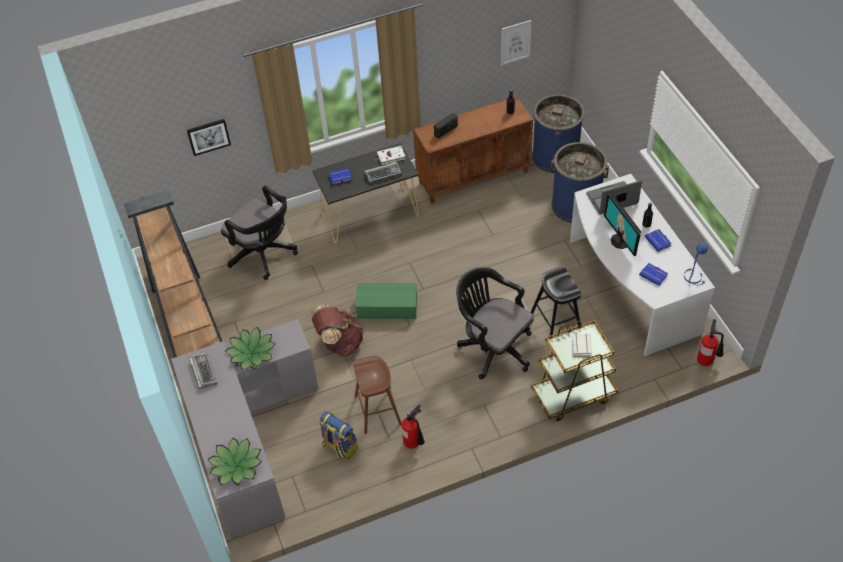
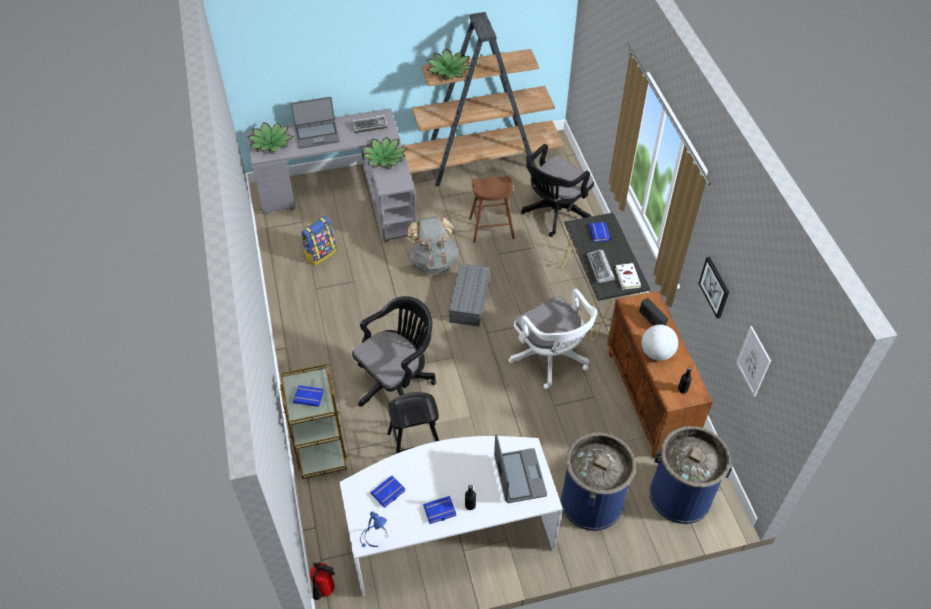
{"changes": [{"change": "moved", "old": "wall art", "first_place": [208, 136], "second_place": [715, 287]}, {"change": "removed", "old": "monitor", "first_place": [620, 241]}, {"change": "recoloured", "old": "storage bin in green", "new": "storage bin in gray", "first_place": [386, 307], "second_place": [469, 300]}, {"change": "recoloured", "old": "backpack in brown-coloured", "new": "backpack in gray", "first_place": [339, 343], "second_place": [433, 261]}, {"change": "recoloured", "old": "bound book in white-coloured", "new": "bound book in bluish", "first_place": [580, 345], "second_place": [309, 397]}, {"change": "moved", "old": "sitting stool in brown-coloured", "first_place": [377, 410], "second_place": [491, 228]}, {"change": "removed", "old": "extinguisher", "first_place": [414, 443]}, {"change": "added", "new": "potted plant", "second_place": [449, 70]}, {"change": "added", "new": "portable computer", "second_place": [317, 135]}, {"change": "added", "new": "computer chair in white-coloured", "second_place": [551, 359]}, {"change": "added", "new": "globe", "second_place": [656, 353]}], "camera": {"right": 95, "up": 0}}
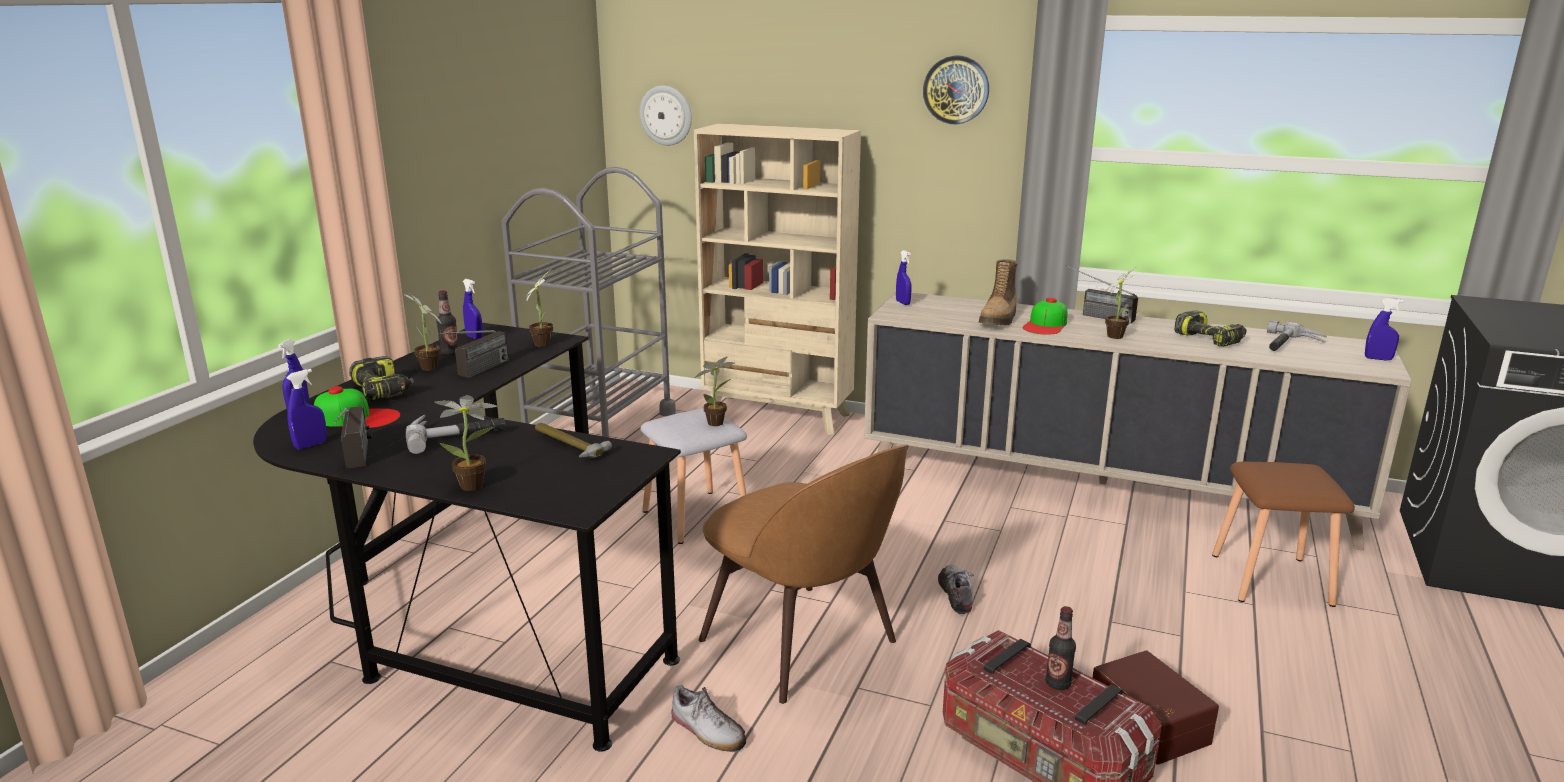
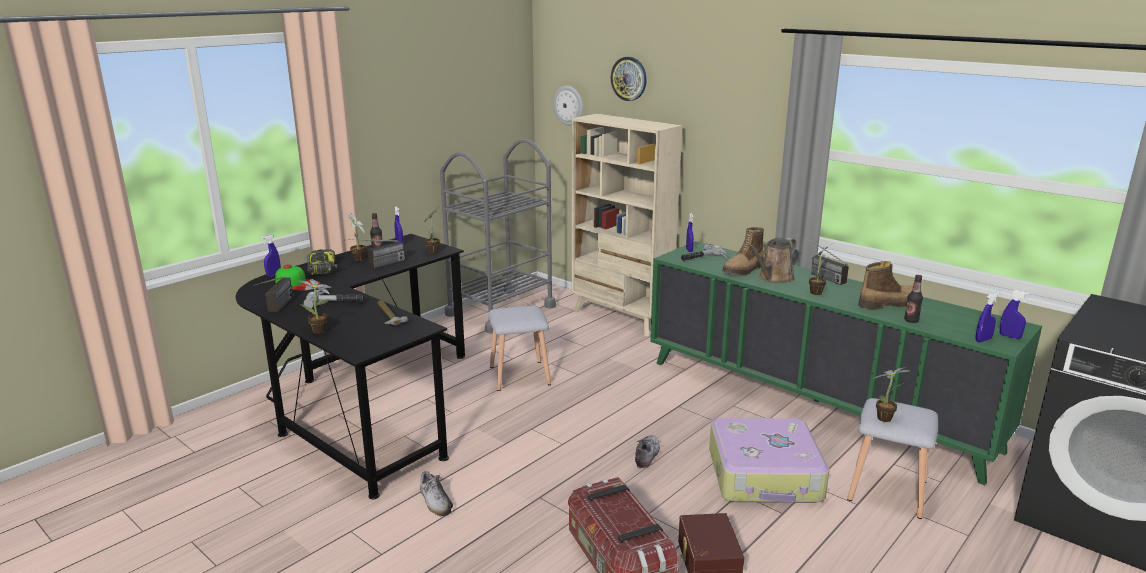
{"changes": [{"change": "moved", "old": "wall clock", "first_place": [956, 90], "second_place": [629, 78]}, {"change": "recoloured", "old": "cabinet in beige", "new": "cabinet in green", "first_place": [1101, 486], "second_place": [813, 403]}, {"change": "replaced", "old": "baseball cap", "new": "sprinkling can in brown-coloured", "first_place": [1045, 325], "second_place": [774, 278]}, {"change": "replaced", "old": "power drill", "new": "boot", "first_place": [1210, 339], "second_place": [888, 304]}, {"change": "moved", "old": "tool hammer", "first_place": [1289, 345], "second_place": [703, 259]}, {"change": "moved", "old": "potted plant", "first_place": [718, 422], "second_place": [887, 418]}, {"change": "moved", "old": "hand sprayer in bluish", "first_place": [311, 445], "second_place": [983, 340]}, {"change": "removed", "old": "plain chair in brown-coloured", "first_place": [803, 644]}, {"change": "recoloured", "old": "sitting stool in brown-coloured", "new": "sitting stool in gray", "first_place": [1273, 580], "second_place": [888, 491]}, {"change": "moved", "old": "drink bottle", "first_place": [1058, 684], "second_place": [911, 320]}, {"change": "added", "new": "piece of luggage", "second_place": [765, 475]}], "camera": {"right": 20, "up": 0}}
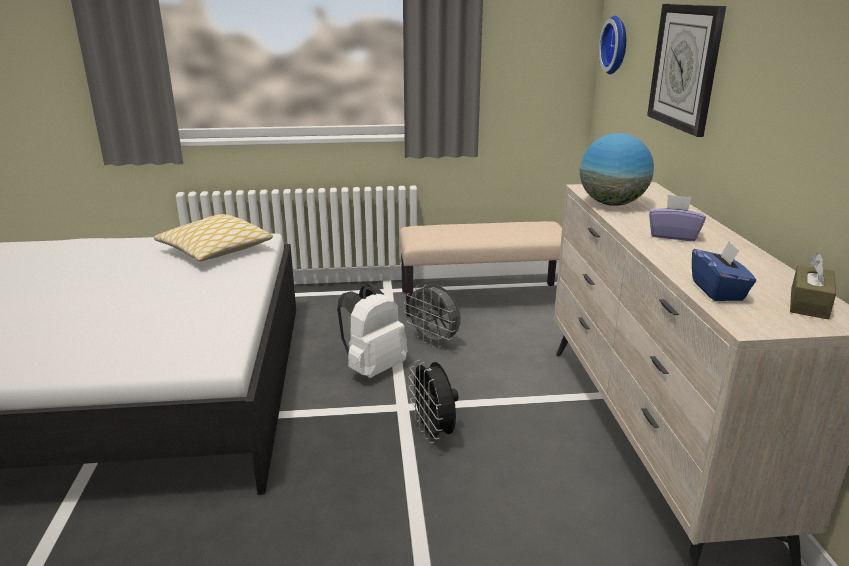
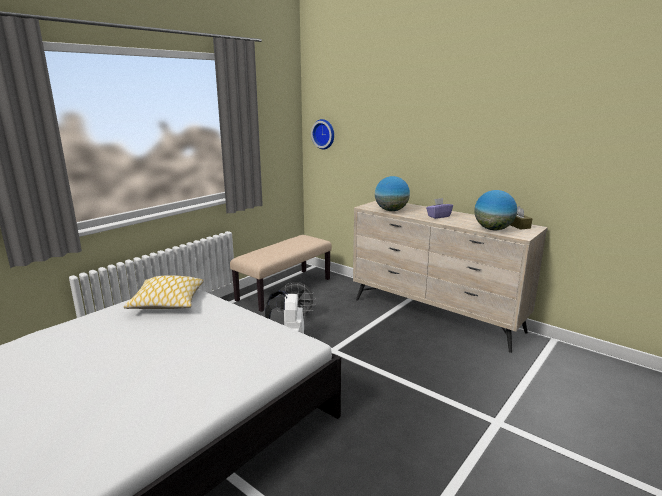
{"changes": [{"change": "removed", "old": "wall clock", "first_place": [685, 67]}, {"change": "replaced", "old": "tissue holder in bluish", "new": "globe", "first_place": [718, 291], "second_place": [493, 229]}, {"change": "removed", "old": "electric fan in blackish", "first_place": [434, 433]}], "camera": {"right": -45, "up": -5}}
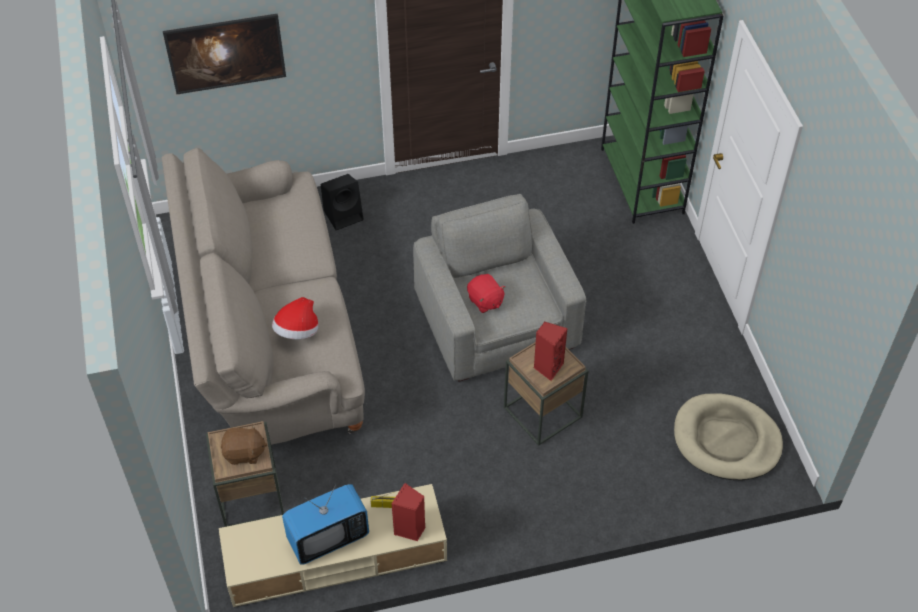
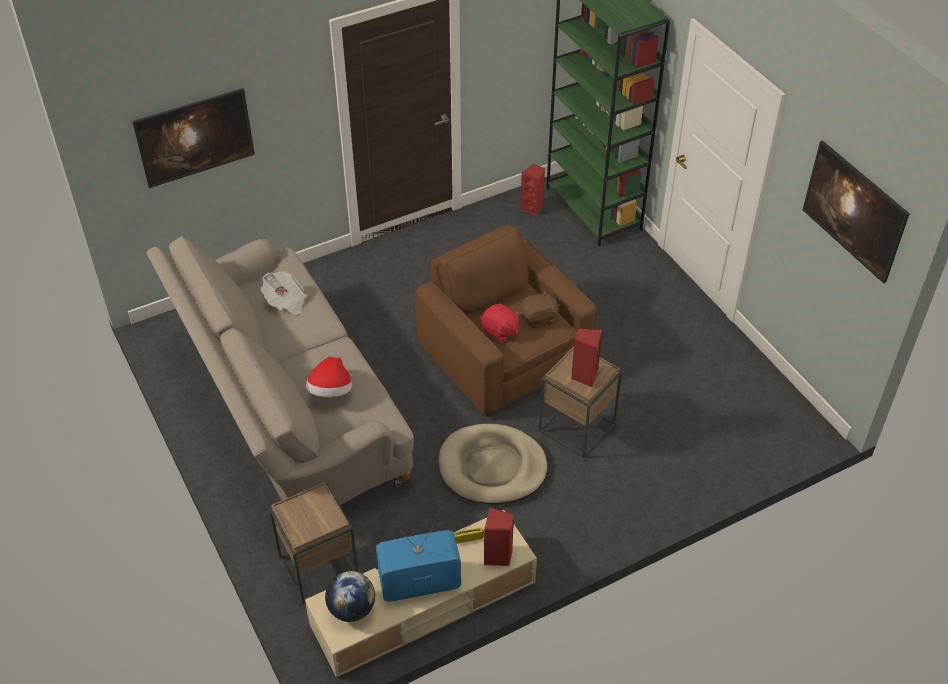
{"changes": [{"change": "removed", "old": "speaker in blackish", "first_place": [344, 214]}, {"change": "recoloured", "old": "lounge chair in gray", "new": "lounge chair in brown-coloured", "first_place": [496, 321], "second_place": [504, 355]}, {"change": "moved", "old": "dog cushion in beige", "first_place": [726, 440], "second_place": [492, 467]}, {"change": "moved", "old": "soft toy in brown-coloured", "first_place": [244, 453], "second_place": [539, 319]}, {"change": "turned", "old": "TV set", "first_place": [328, 538], "second_place": [419, 583], "degrees": -150}, {"change": "added", "new": "wall art", "second_place": [849, 228]}, {"change": "added", "new": "speaker in red", "second_place": [533, 208]}, {"change": "added", "new": "printed paper", "second_place": [285, 301]}, {"change": "added", "new": "globe", "second_place": [352, 609]}], "camera": {"right": -15, "up": -5}}
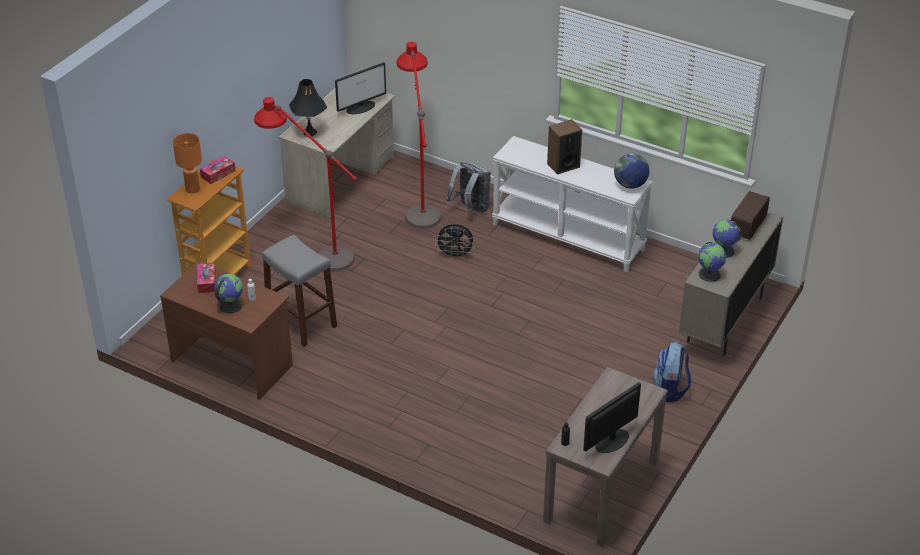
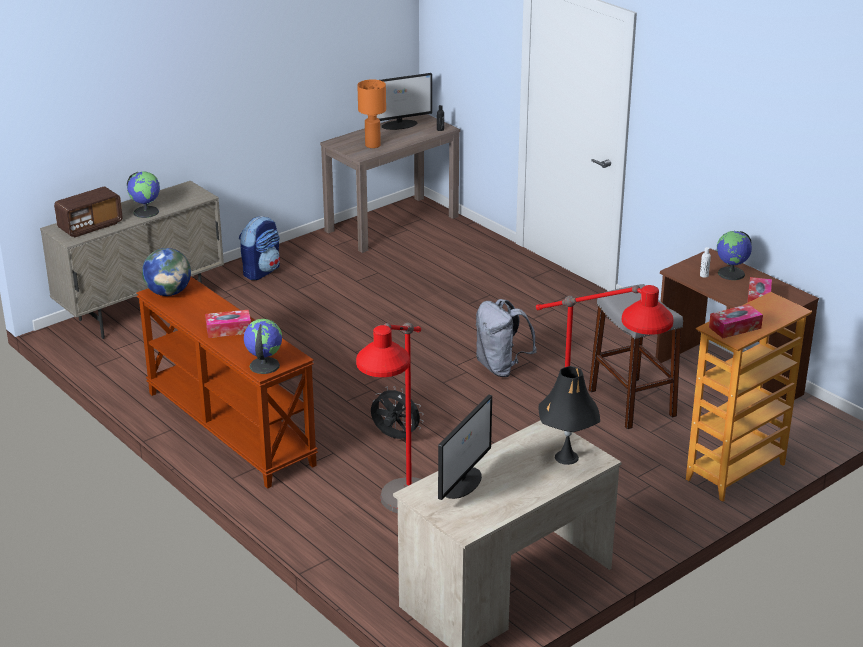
{"changes": [{"change": "turned", "old": "monitor", "first_place": [361, 107], "second_place": [462, 482], "degrees": 135}, {"change": "replaced", "old": "speaker", "new": "tissue holder", "first_place": [563, 165], "second_place": [228, 330]}, {"change": "moved", "old": "table lamp in orangey", "first_place": [193, 189], "second_place": [372, 145]}, {"change": "recoloured", "old": "console table in white-coloured", "new": "console table in brown-coloured", "first_place": [569, 236], "second_place": [228, 428]}, {"change": "moved", "old": "backpack in gray", "first_place": [470, 209], "second_place": [501, 368]}, {"change": "moved", "old": "globe", "first_place": [710, 274], "second_place": [264, 366]}], "camera": {"right": -160, "up": -10}}
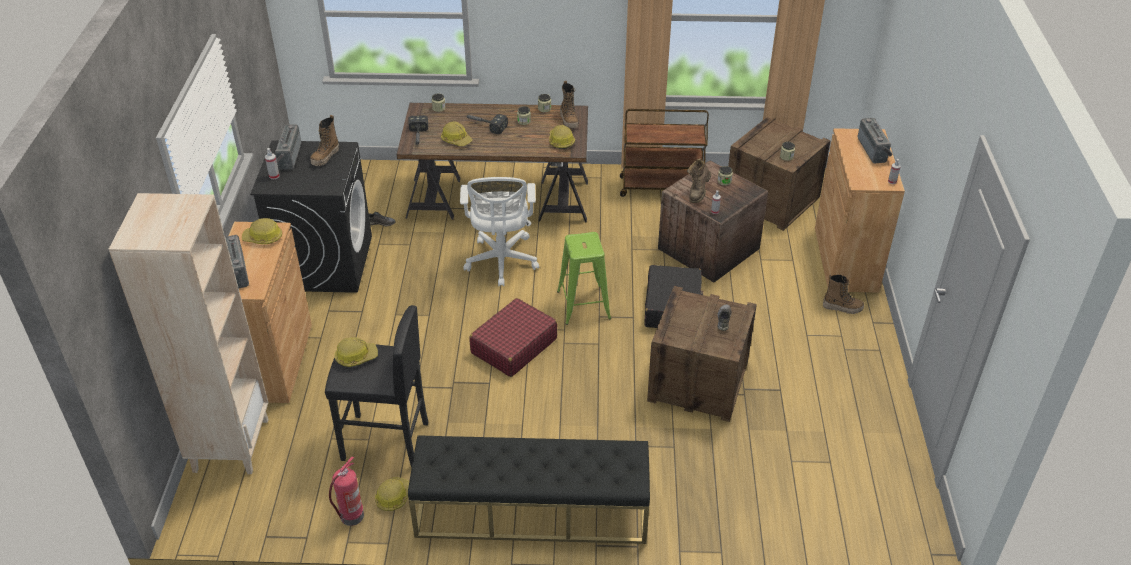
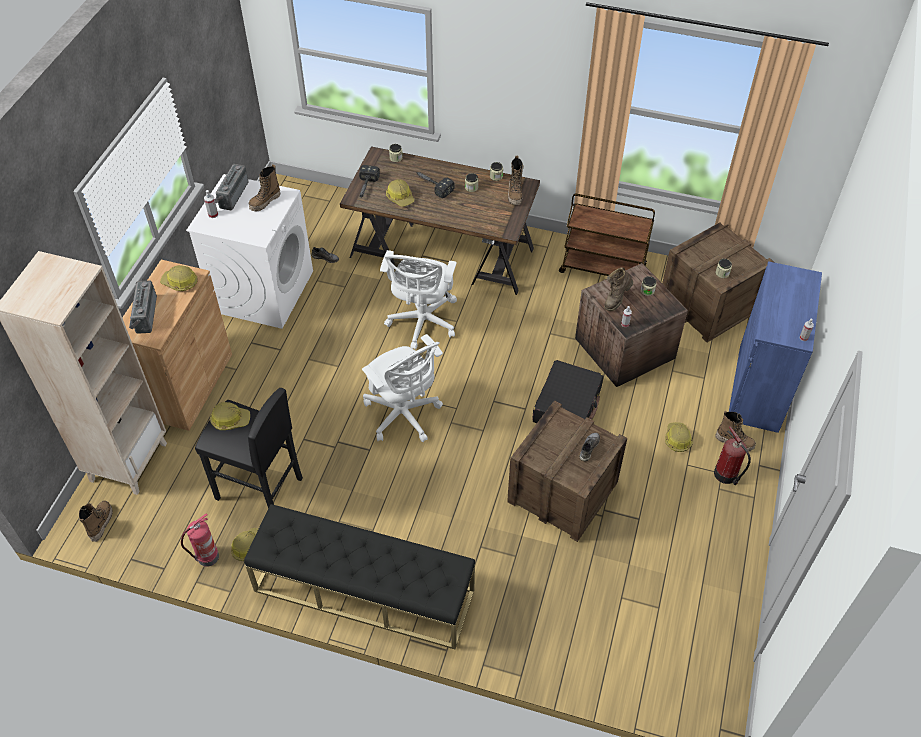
{"changes": [{"change": "removed", "old": "radio receiver", "first_place": [874, 150]}, {"change": "moved", "old": "safety helmet", "first_place": [561, 141], "second_place": [677, 439]}, {"change": "recoloured", "old": "cabinet in brown-coloured", "new": "cabinet in bluish", "first_place": [845, 259], "second_place": [758, 387]}, {"change": "recoloured", "old": "laundry machine in blackish", "new": "laundry machine in white-coloured", "first_place": [324, 262], "second_place": [263, 291]}, {"change": "removed", "old": "sitting stool in green", "first_place": [583, 304]}, {"change": "replaced", "old": "piece of luggage in red", "new": "computer chair in white-coloured", "first_place": [513, 346], "second_place": [404, 416]}, {"change": "added", "new": "extinguisher", "second_place": [726, 475]}, {"change": "added", "new": "boot", "second_place": [100, 523]}], "camera": {"right": 15, "up": 10}}
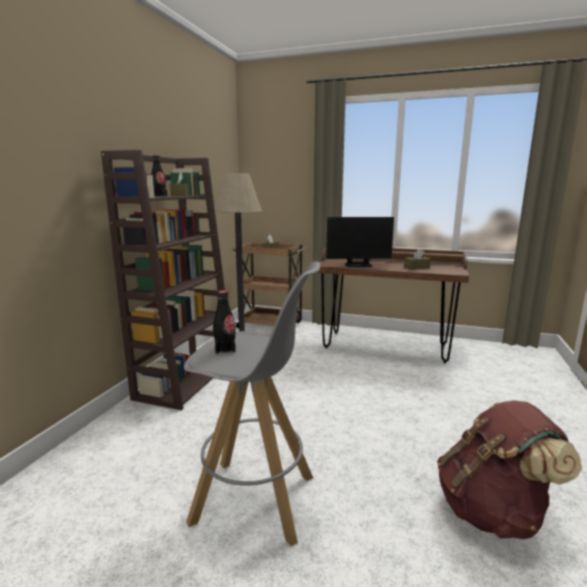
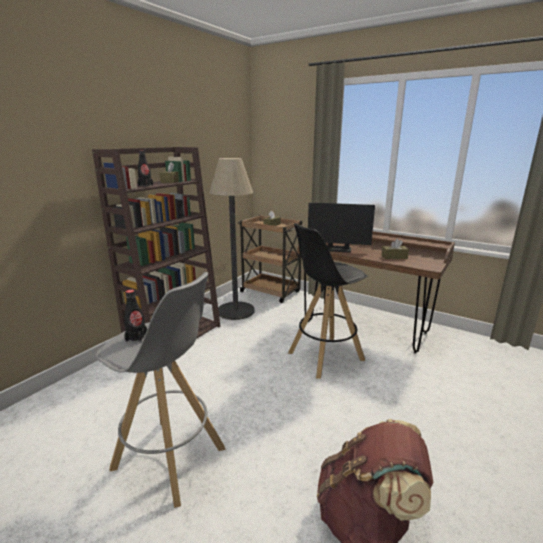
{"changes": [{"change": "added", "new": "sitting stool in blackish", "second_place": [324, 356]}], "camera": {"right": 15, "up": 5}}
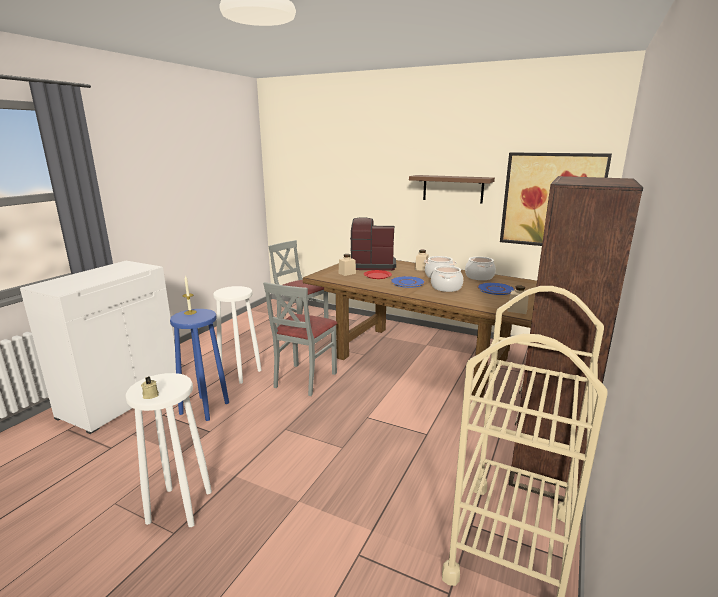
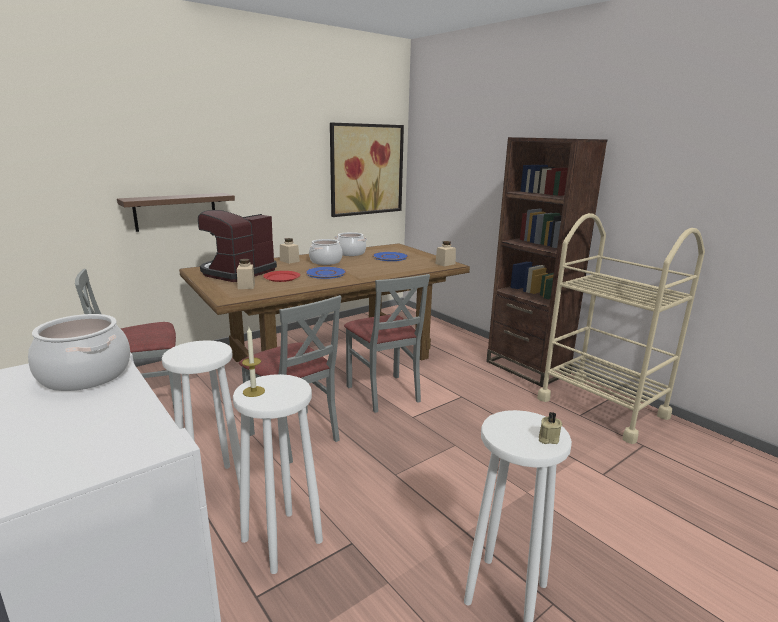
{"changes": [{"change": "moved", "old": "wall shelf in brown-coloured", "first_place": [453, 189], "second_place": [175, 211]}, {"change": "moved", "old": "stockpot", "first_place": [446, 288], "second_place": [84, 375]}, {"change": "recoloured", "old": "sitting stool in bluish", "new": "sitting stool in white-coloured", "first_place": [205, 408], "second_place": [281, 540]}, {"change": "added", "new": "plain chair in gray", "second_place": [384, 393]}], "camera": {"right": -65, "up": 0}}
